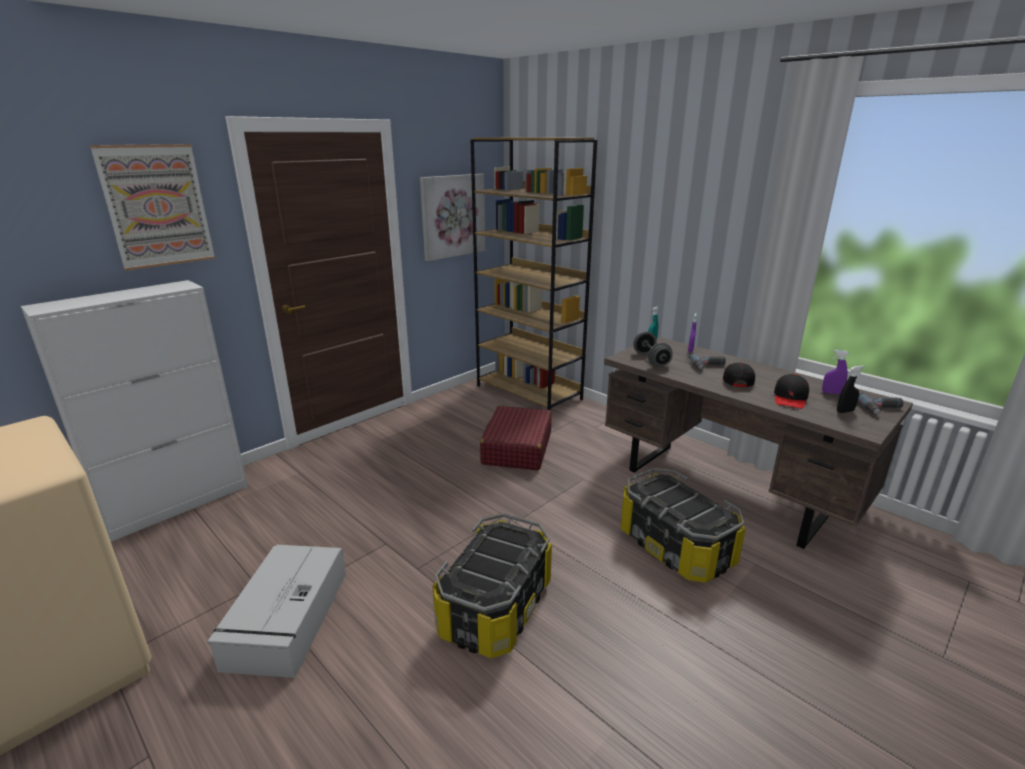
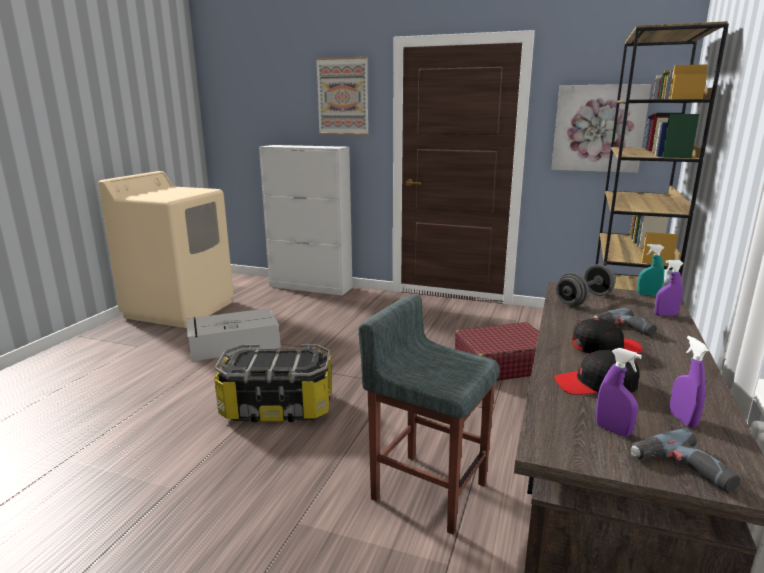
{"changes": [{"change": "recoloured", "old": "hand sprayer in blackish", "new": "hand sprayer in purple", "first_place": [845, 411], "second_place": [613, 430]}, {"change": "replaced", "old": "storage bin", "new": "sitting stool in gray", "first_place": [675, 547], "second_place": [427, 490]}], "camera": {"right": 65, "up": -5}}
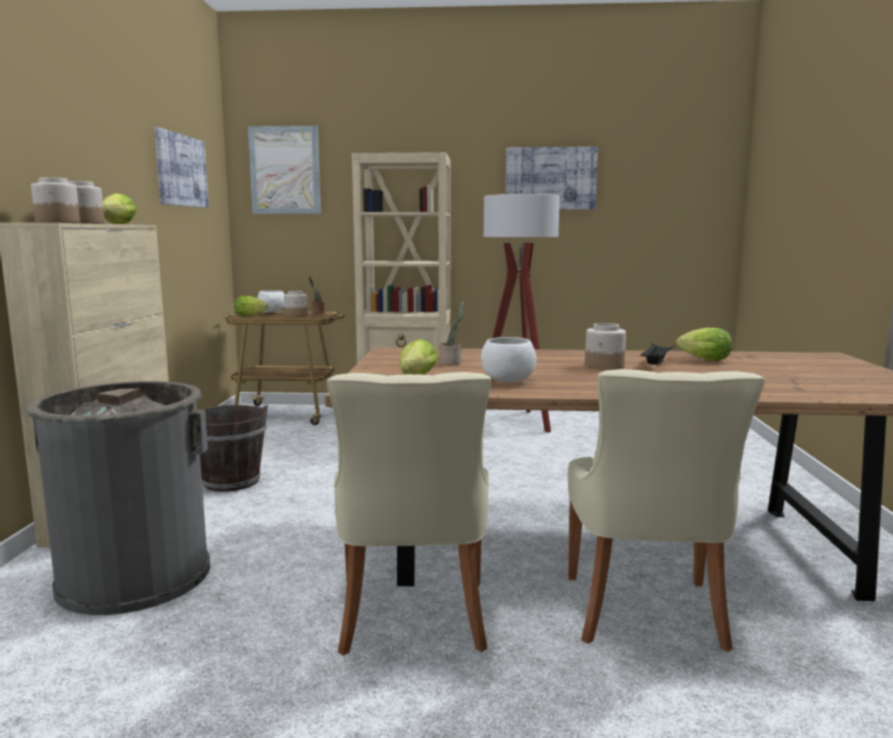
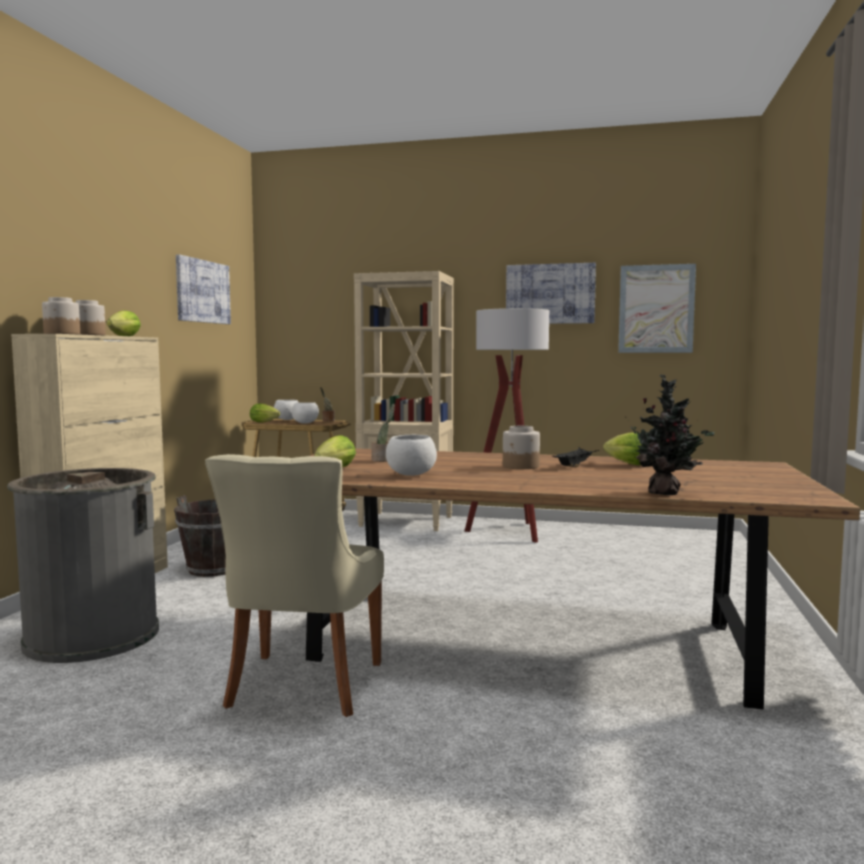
{"changes": [{"change": "moved", "old": "wall art", "first_place": [285, 170], "second_place": [656, 309]}, {"change": "replaced", "old": "jar", "new": "deep dish in white-coloured", "first_place": [296, 316], "second_place": [305, 423]}, {"change": "removed", "old": "plain chair in beige", "first_place": [645, 614]}, {"change": "added", "new": "potted plant", "second_place": [666, 493]}], "camera": {"right": 10, "up": -5}}
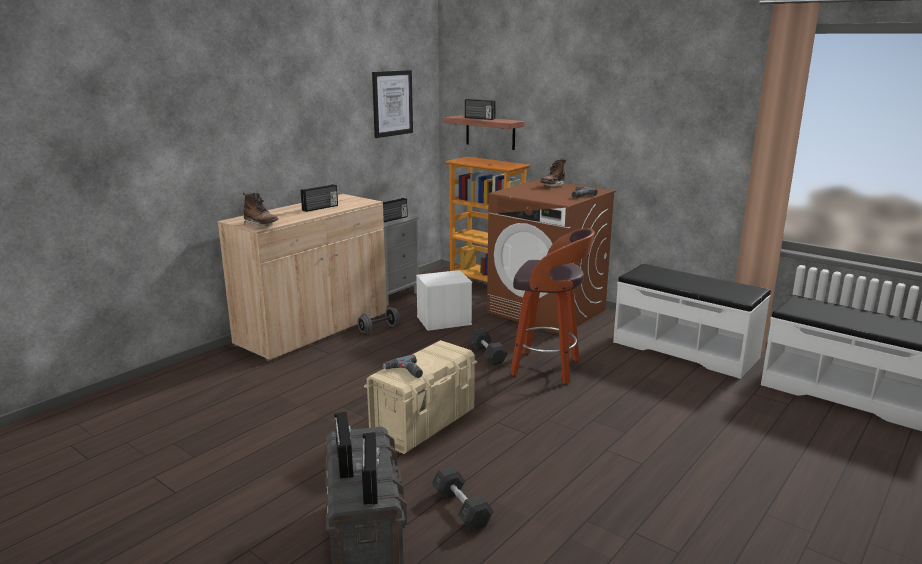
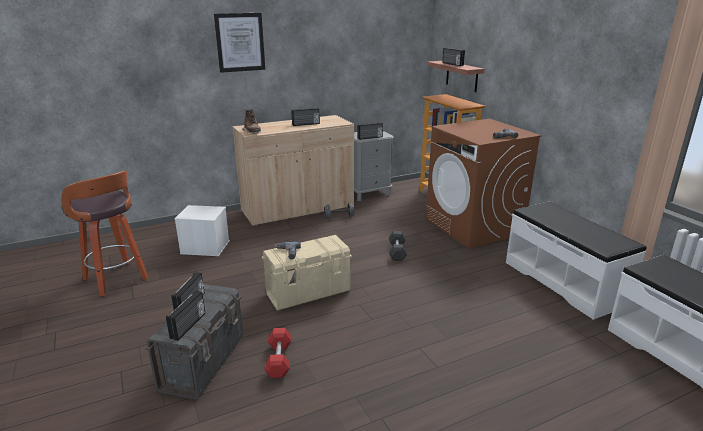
{"changes": [{"change": "moved", "old": "wall art", "first_place": [392, 103], "second_place": [240, 42]}, {"change": "removed", "old": "boot in brown-coloured", "first_place": [552, 185]}, {"change": "moved", "old": "sitting stool", "first_place": [547, 368], "second_place": [117, 280]}, {"change": "moved", "old": "storage bin in white-coloured", "first_place": [443, 321], "second_place": [204, 247]}, {"change": "recoloured", "old": "free weight in gray", "new": "free weight in red", "first_place": [461, 508], "second_place": [279, 360]}], "camera": {"right": 25, "up": 5}}
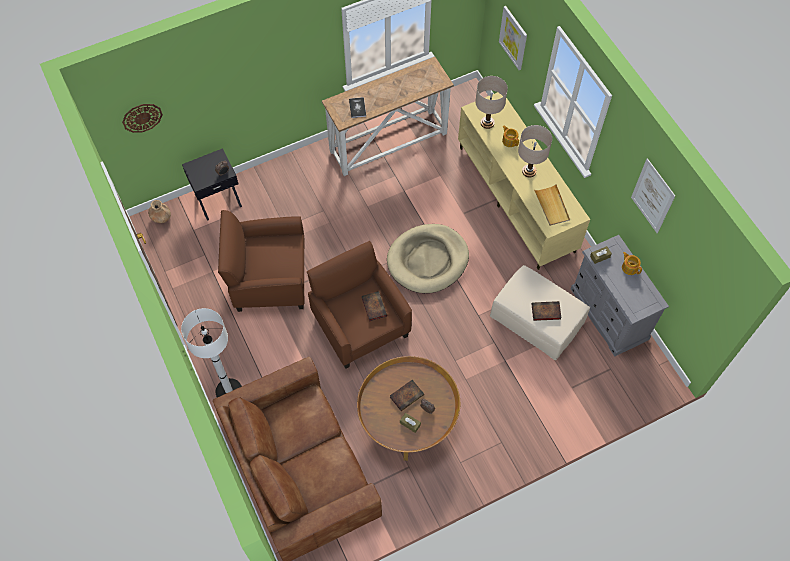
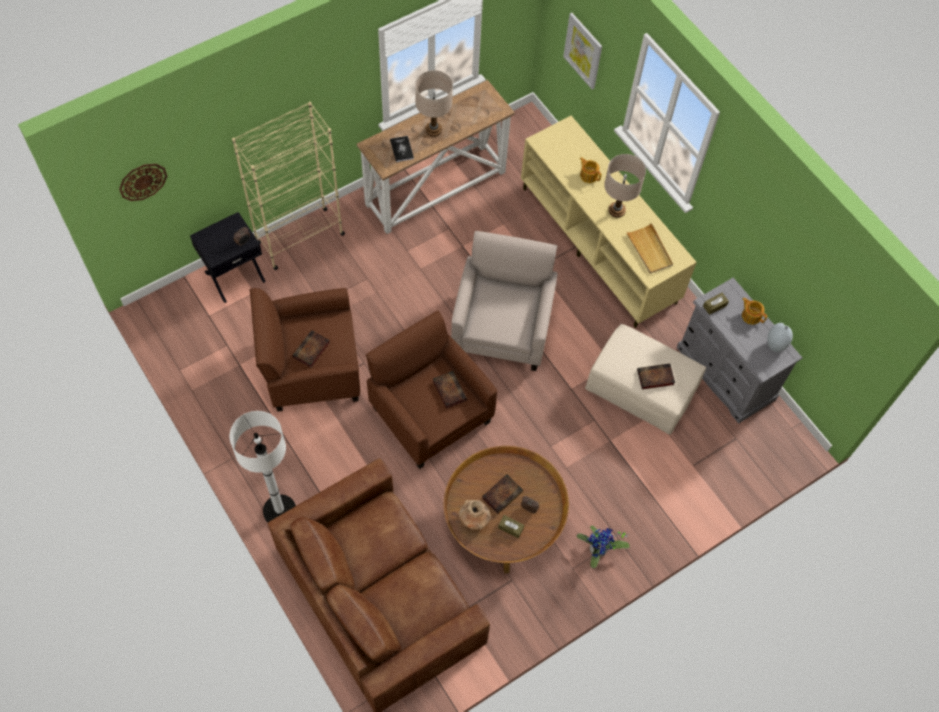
{"changes": [{"change": "moved", "old": "table lamp in beige", "first_place": [487, 123], "second_place": [433, 130]}, {"change": "removed", "old": "wall art", "first_place": [652, 196]}, {"change": "moved", "old": "decorative vase in brown-coloured", "first_place": [161, 217], "second_place": [474, 519]}, {"change": "replaced", "old": "dog cushion in beige", "new": "lounge chair in beige", "first_place": [428, 260], "second_place": [502, 328]}, {"change": "added", "new": "bookshelf in beige", "second_place": [300, 239]}, {"change": "added", "new": "decorative vase in gray", "second_place": [775, 345]}, {"change": "added", "new": "bound book", "second_place": [311, 351]}, {"change": "added", "new": "potted plant", "second_place": [598, 552]}], "camera": {"right": -10, "up": 0}}
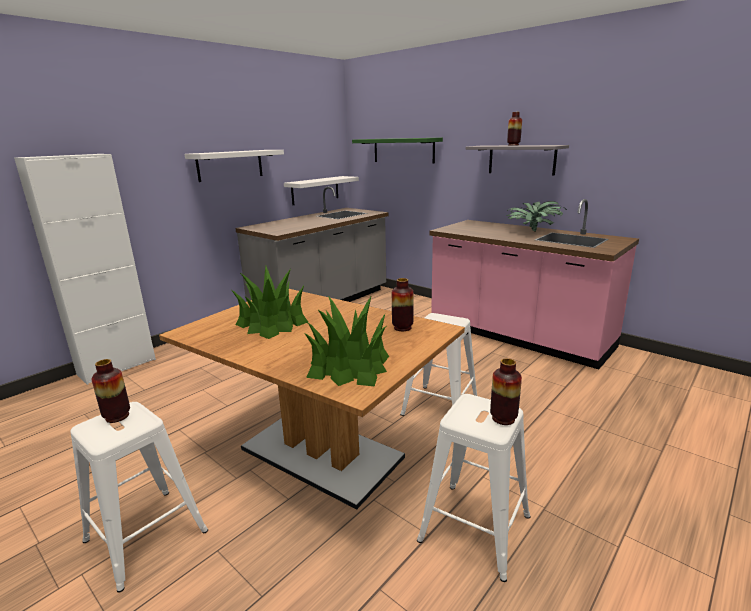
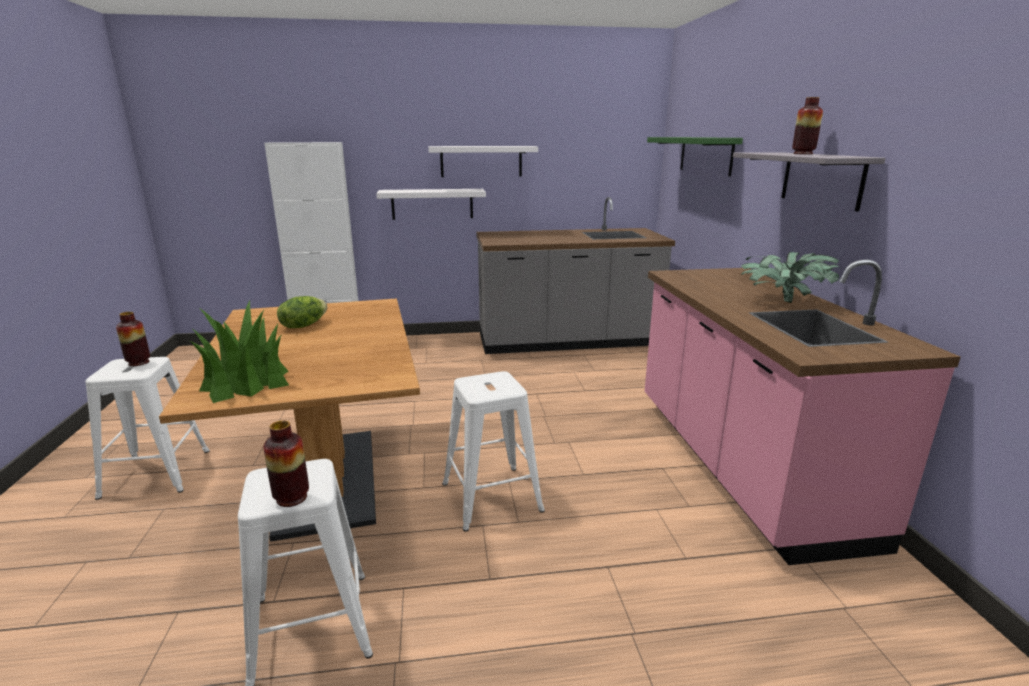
{"changes": [{"change": "moved", "old": "wall shelf in white-coloured", "first_place": [315, 190], "second_place": [432, 204]}, {"change": "replaced", "old": "potted plant", "new": "lettuce head", "first_place": [271, 323], "second_place": [303, 325]}, {"change": "removed", "old": "decorative vase", "first_place": [402, 328]}], "camera": {"right": 40, "up": 0}}
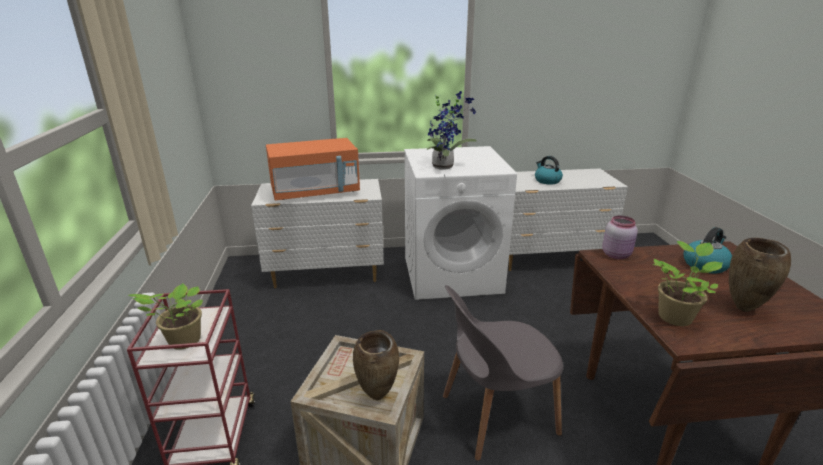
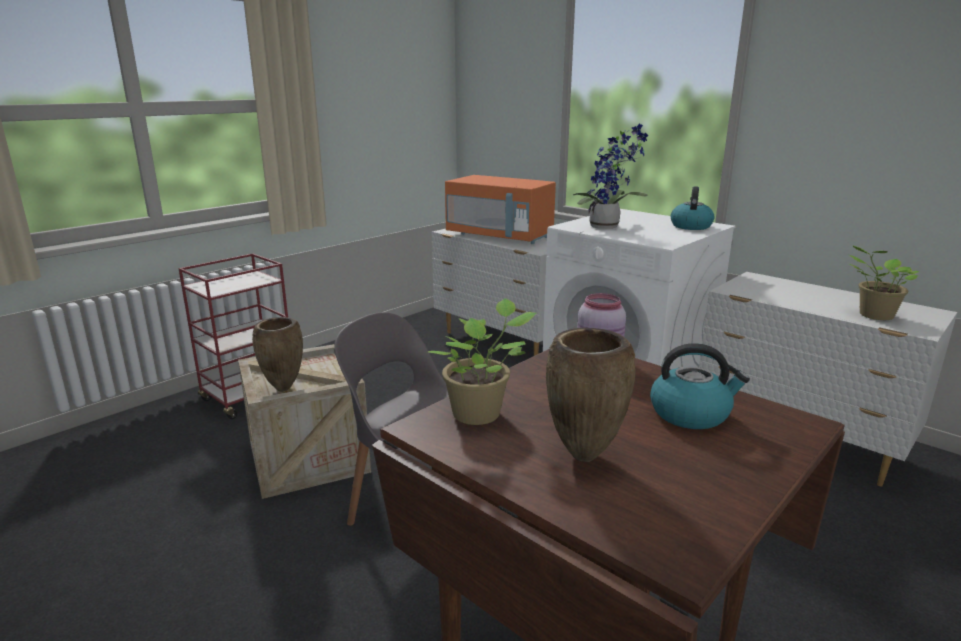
{"changes": [{"change": "moved", "old": "kettle", "first_place": [547, 180], "second_place": [690, 226]}, {"change": "moved", "old": "potted plant", "first_place": [182, 342], "second_place": [873, 315]}], "camera": {"right": 50, "up": -5}}
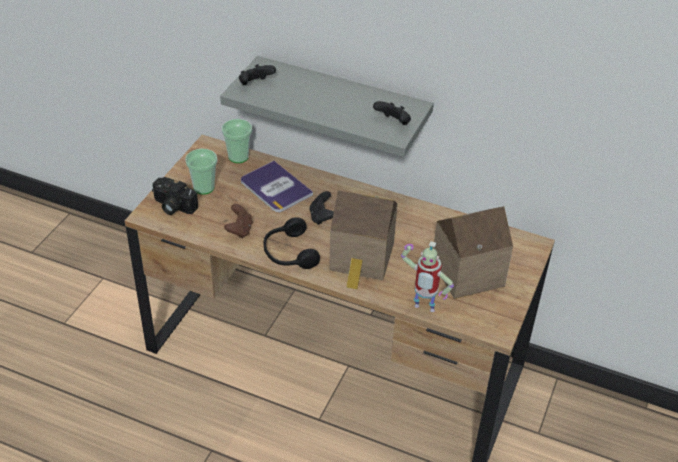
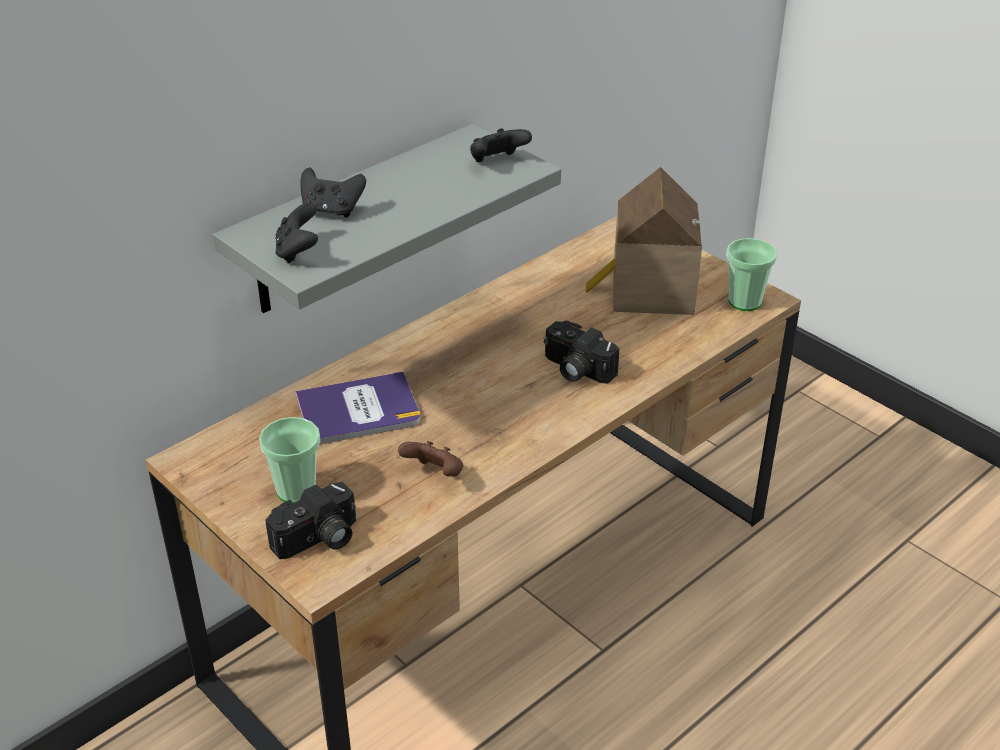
{"changes": [{"change": "moved", "old": "small cup", "first_place": [238, 157], "second_place": [744, 301]}, {"change": "replaced", "old": "model house", "new": "photo camera", "first_place": [361, 259], "second_place": [575, 369]}, {"change": "moved", "old": "joypad in blackish", "first_place": [321, 217], "second_place": [332, 210]}, {"change": "removed", "old": "headset in blackish", "first_place": [288, 253]}, {"change": "removed", "old": "model robot", "first_place": [423, 310]}], "camera": {"right": -65, "up": -5}}
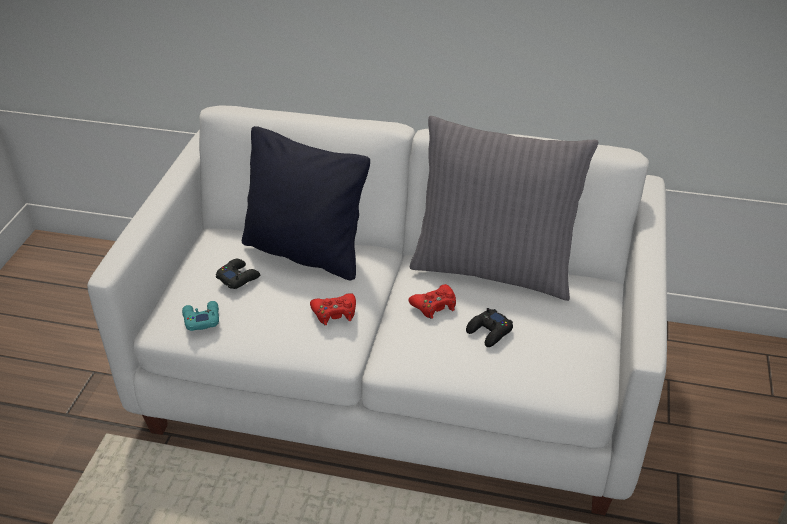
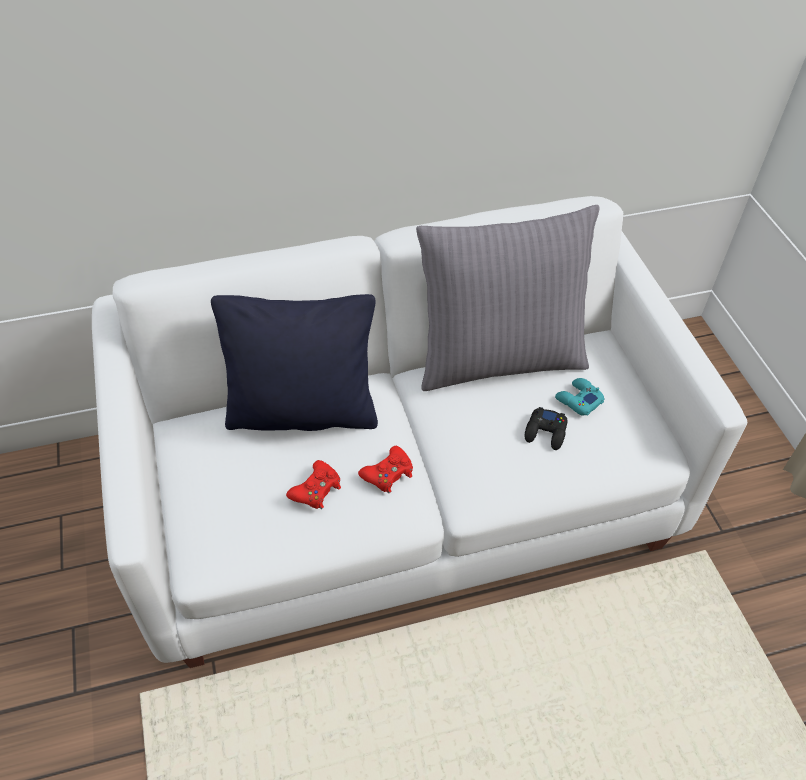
{"changes": [{"change": "removed", "old": "joypad in blackish", "first_place": [238, 277]}, {"change": "moved", "old": "joypad in red", "first_place": [434, 305], "second_place": [316, 490]}, {"change": "moved", "old": "joypad in turquoise-coloured", "first_place": [201, 319], "second_place": [578, 400]}], "camera": {"right": -30, "up": 10}}
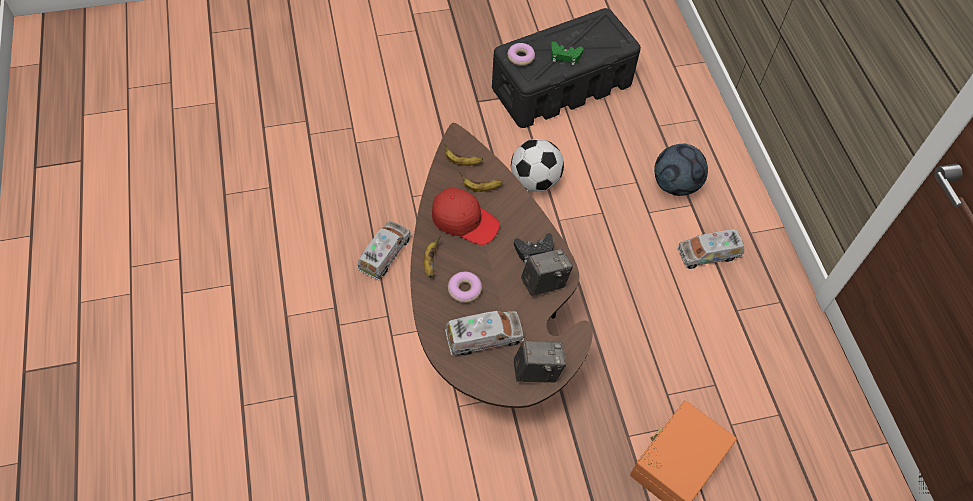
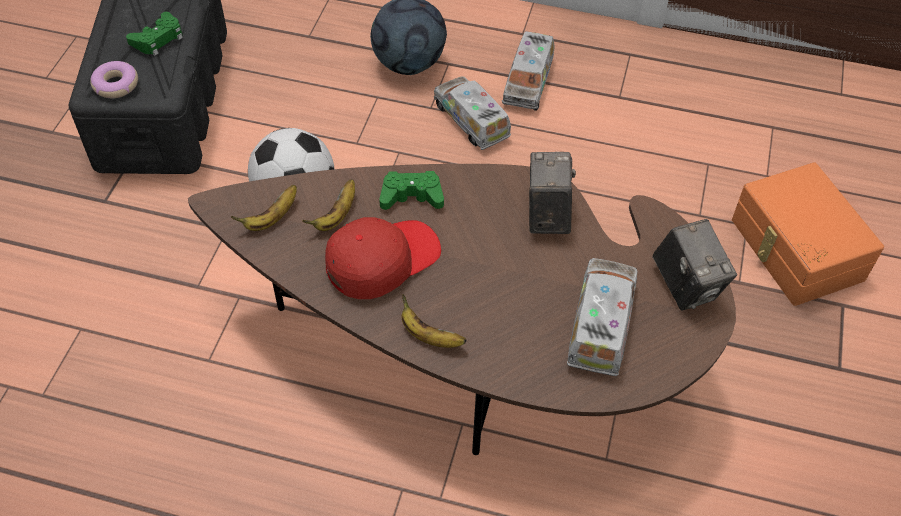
{"changes": [{"change": "moved", "old": "toy lorry", "first_place": [385, 254], "second_place": [471, 120]}, {"change": "removed", "old": "joypad in blackish", "first_place": [534, 250]}, {"change": "removed", "old": "donut", "first_place": [465, 289]}, {"change": "turned", "old": "photo camera", "first_place": [537, 371], "second_place": [686, 285], "degrees": 135}, {"change": "added", "new": "joypad in green", "second_place": [411, 196]}], "camera": {"right": -60, "up": -5}}
